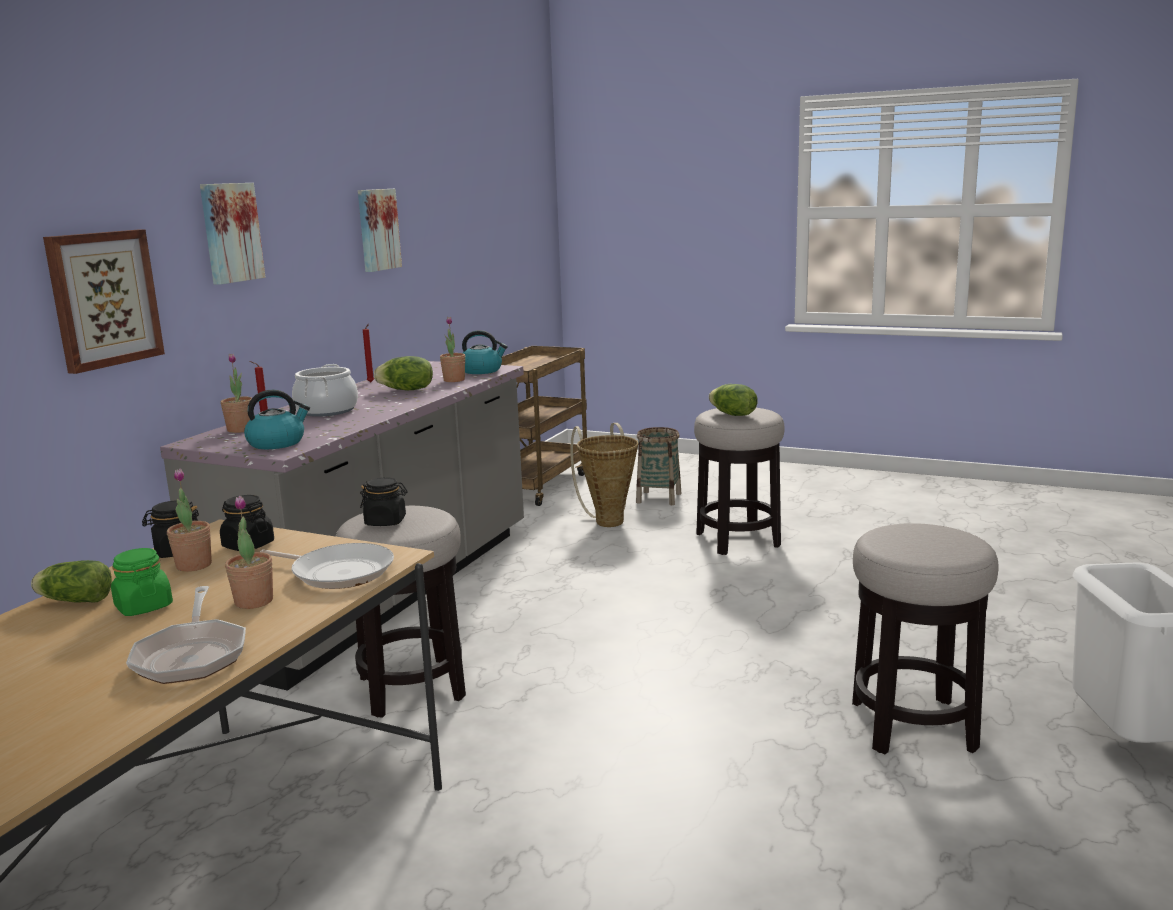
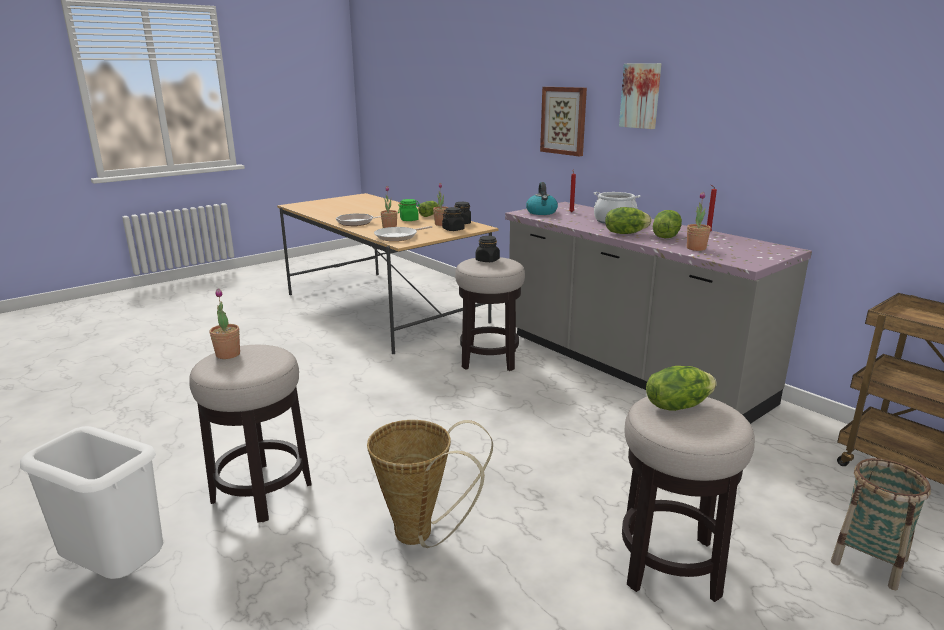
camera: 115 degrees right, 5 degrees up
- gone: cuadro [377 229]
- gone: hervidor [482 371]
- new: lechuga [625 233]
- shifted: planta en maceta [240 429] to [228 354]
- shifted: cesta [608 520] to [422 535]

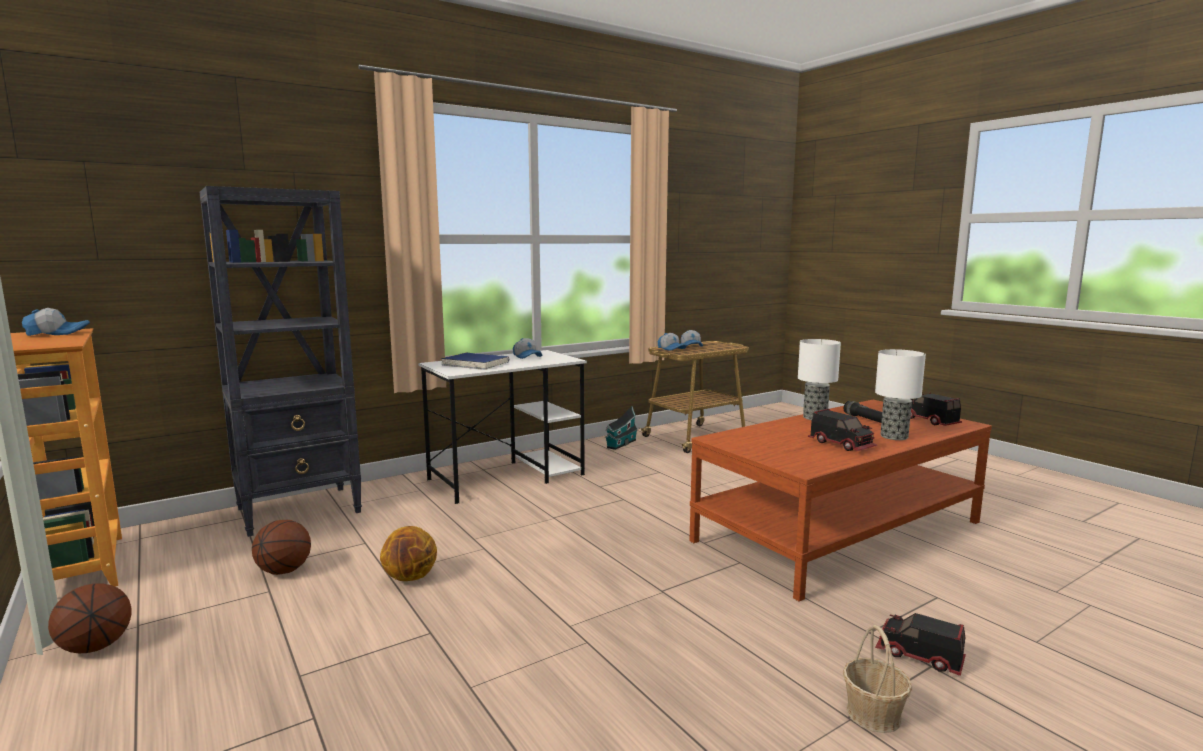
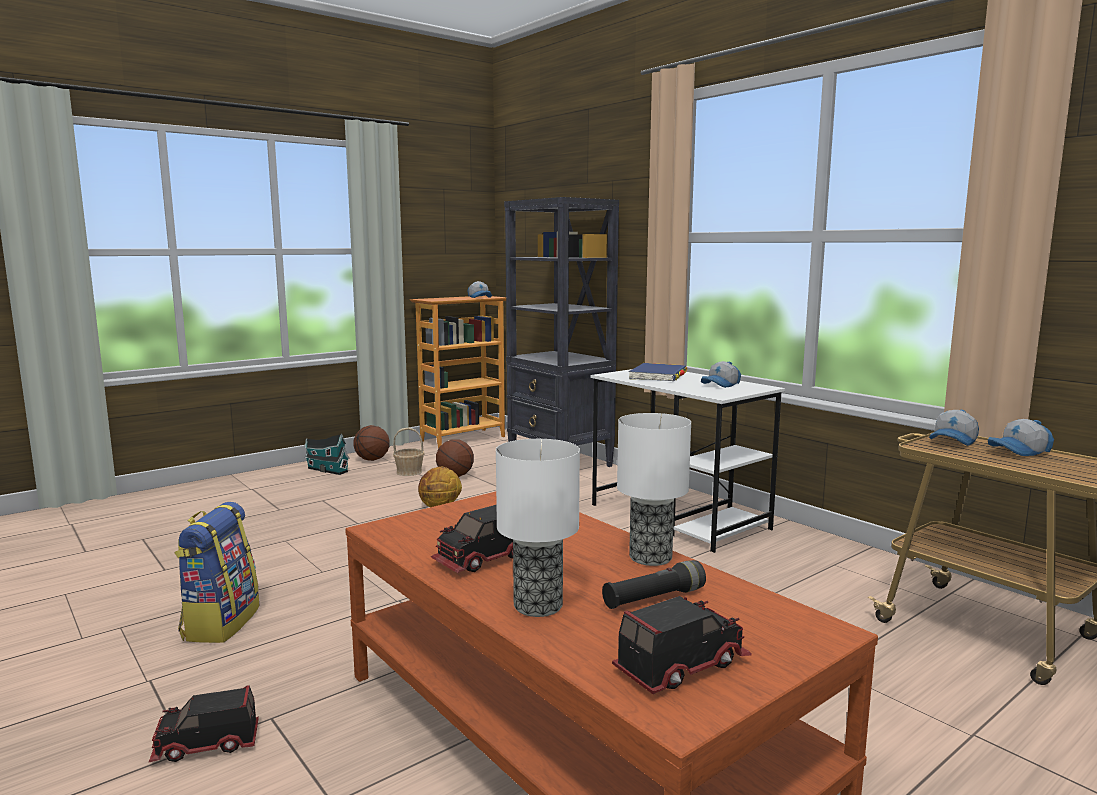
camera: 85 degrees right, 0 degrees up
- new: mochila [220 623]
- shifted: casita [620 444] to [326 470]
- shifted: cesta [873 714] to [409 472]
- rotated: camión de juguete [919 656] = [206 745] 135 degrees counterclockwise

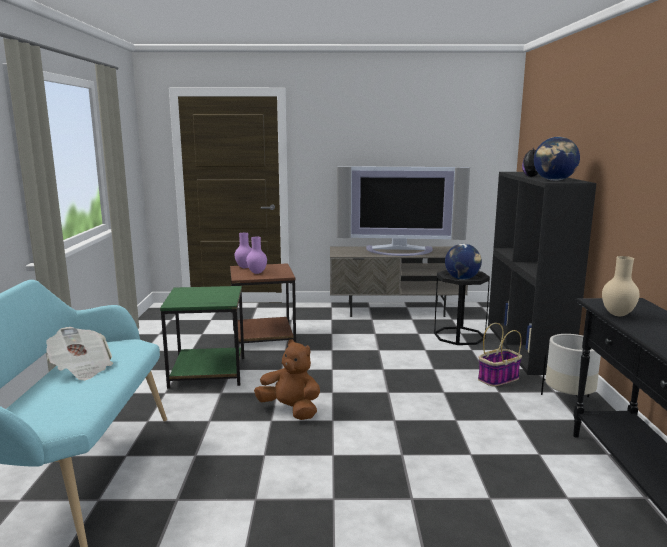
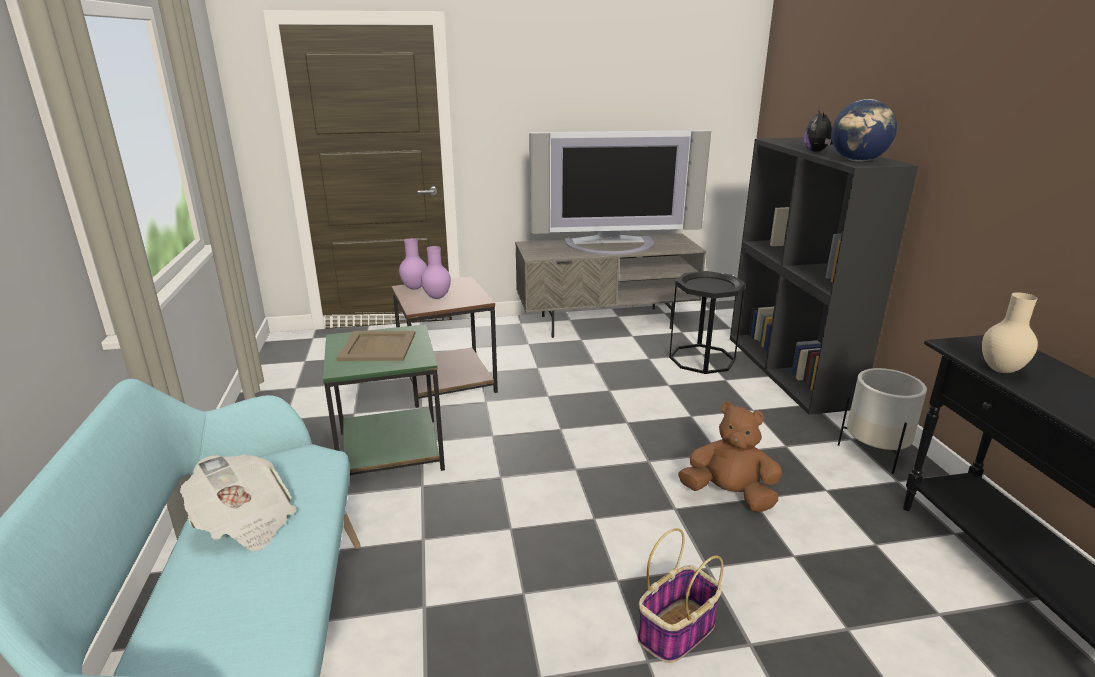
camera: 10 degrees left, 10 degrees up
- gone: globo terráqueo [462 279]
- new: bandeja (beis) [377 346]
- shifted: peluche (marrón) [290 410] to [729 495]
- shifted: cesta [498 379] to [676 632]

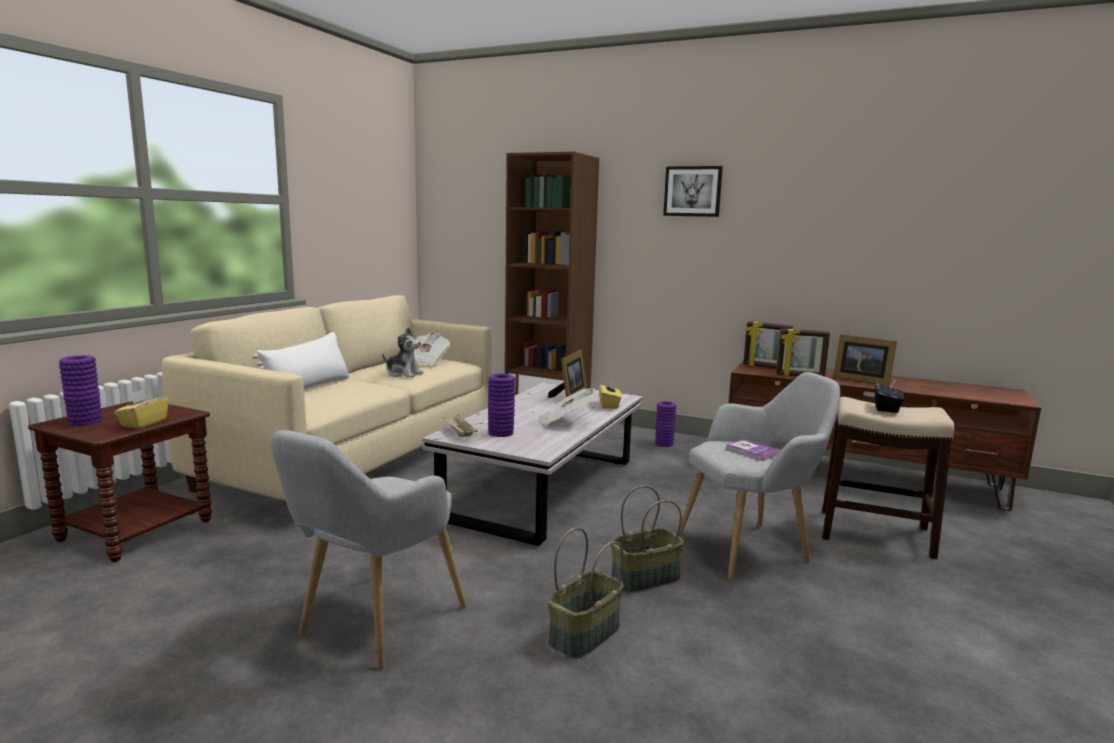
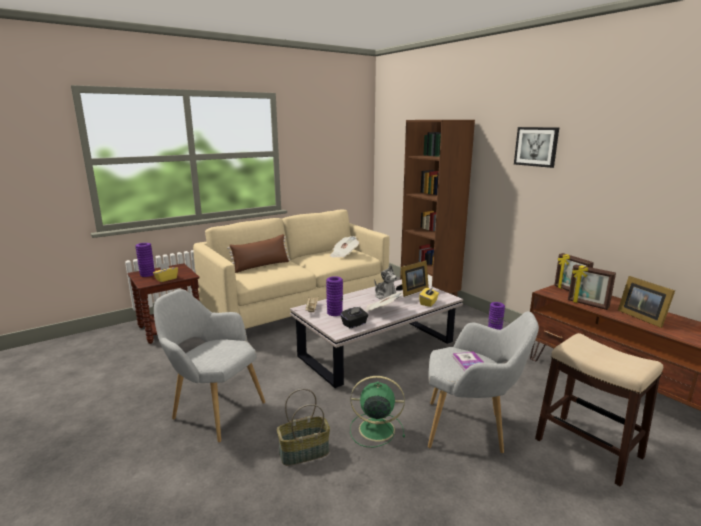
camera: 30 degrees right, 5 degrees up
- shifted: peluche [403 374] to [386 296]
- shifted: caja de pañuelos (negro) [887 408] to [354 324]
- swapped: cesta [645 579] to ventilador (verde) [375 429]
- repainted: cojín (blanco) [308 388] to cojín (marrón) [261 266]
- rotated: sillón (gris) [373 625] = [213 410] 60 degrees clockwise

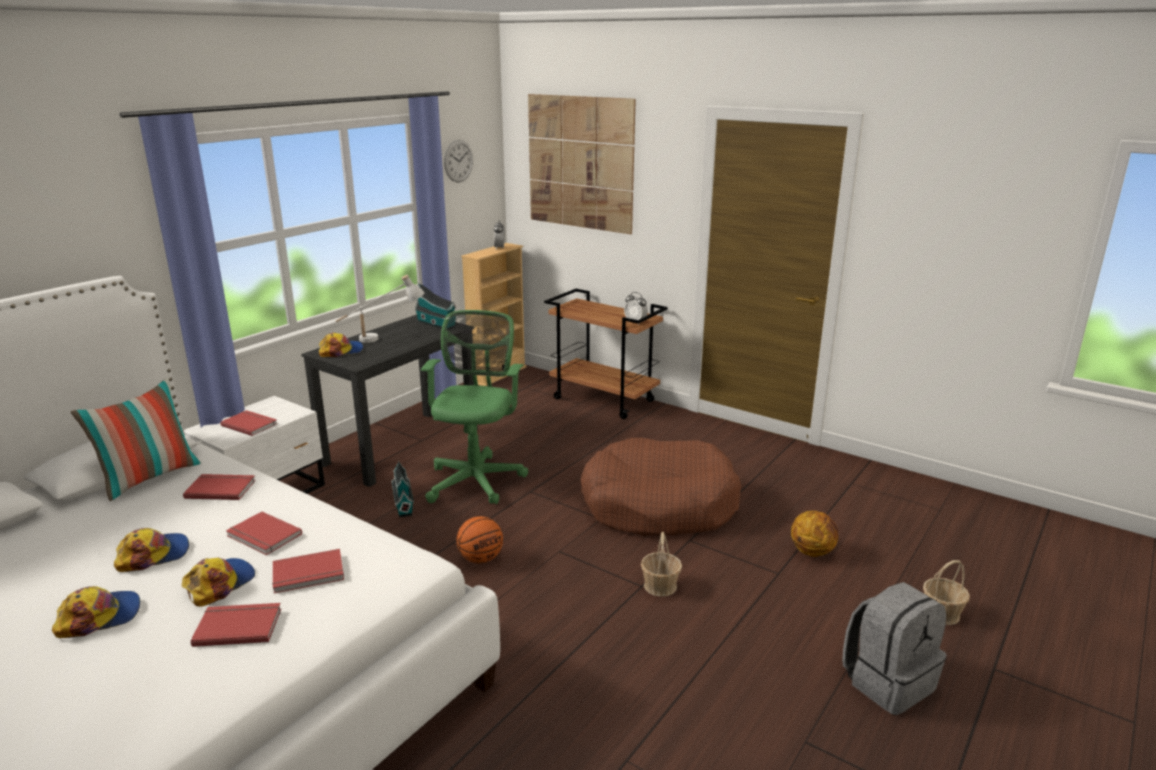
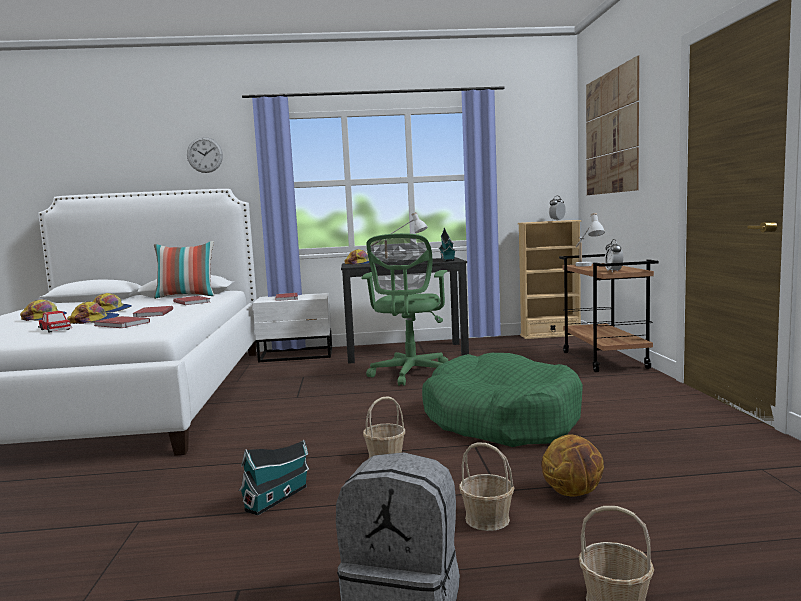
camera: 50 degrees right, 15 degrees down
- gone: balón de baloncesto [480 558]
- new: cesta [487 519]
- new: lámpara de mesa (blanco) [587 266]
- shifted: casita [403 502] to [278 497]
- shifted: reloj de pared [458 161] to [204 155]
- swapped: libro (rojo) [238 626] to coche de juguete [55 329]
- repainted: cama para perro (marrón) [658 505] to cama para perro (verde) [501 419]
- rotated: silla de oficina (verde) [476 479] = [410 374] 135 degrees clockwise

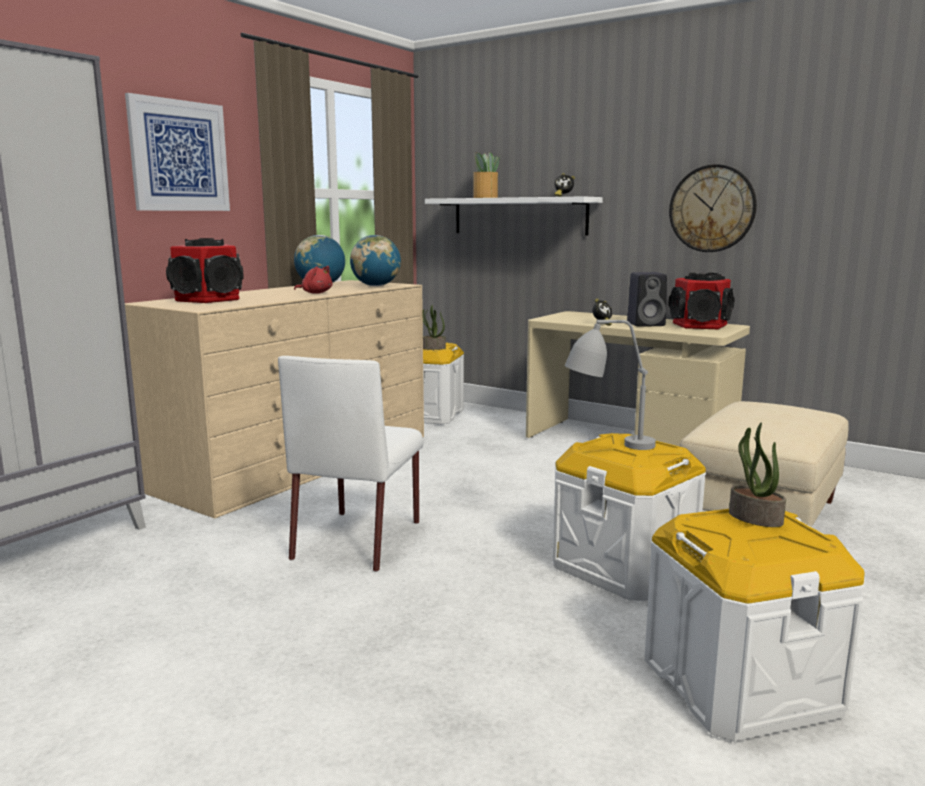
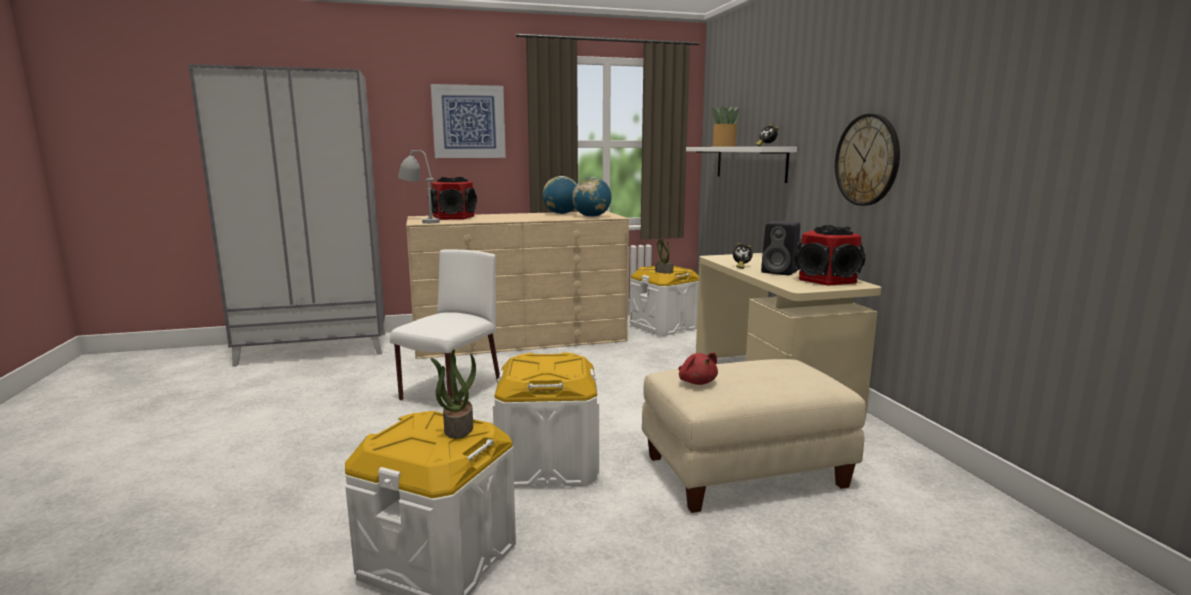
camera: 40 degrees right, 0 degrees up
- shifted: peluche (rojo) [315 293] to [696 382]
- shifted: lámpara de mesa (gris) [605 445] to [419 221]
- rotated: silla (blanco) [358 539] = [450 391] 150 degrees clockwise

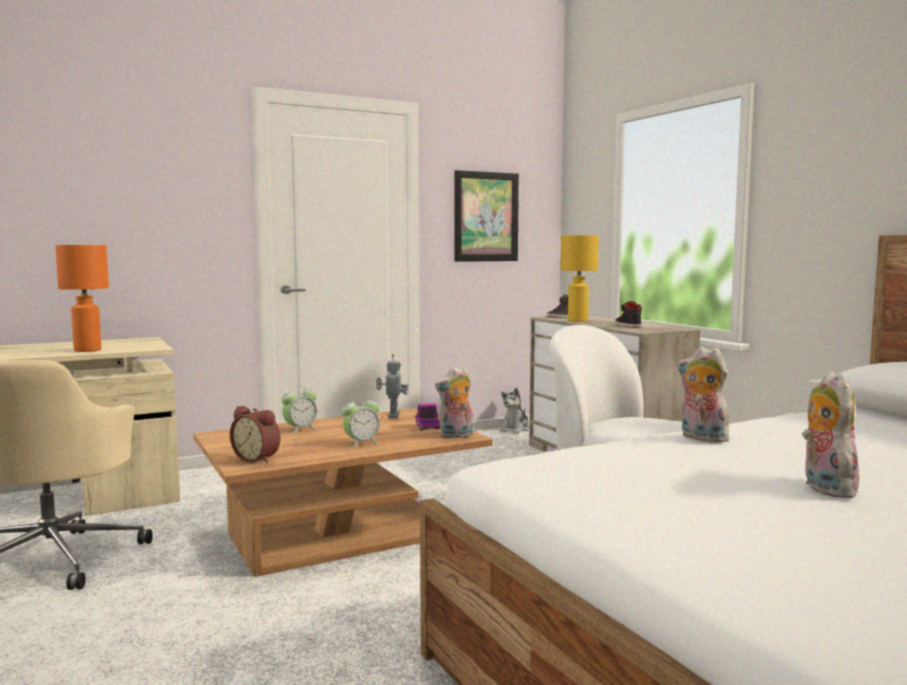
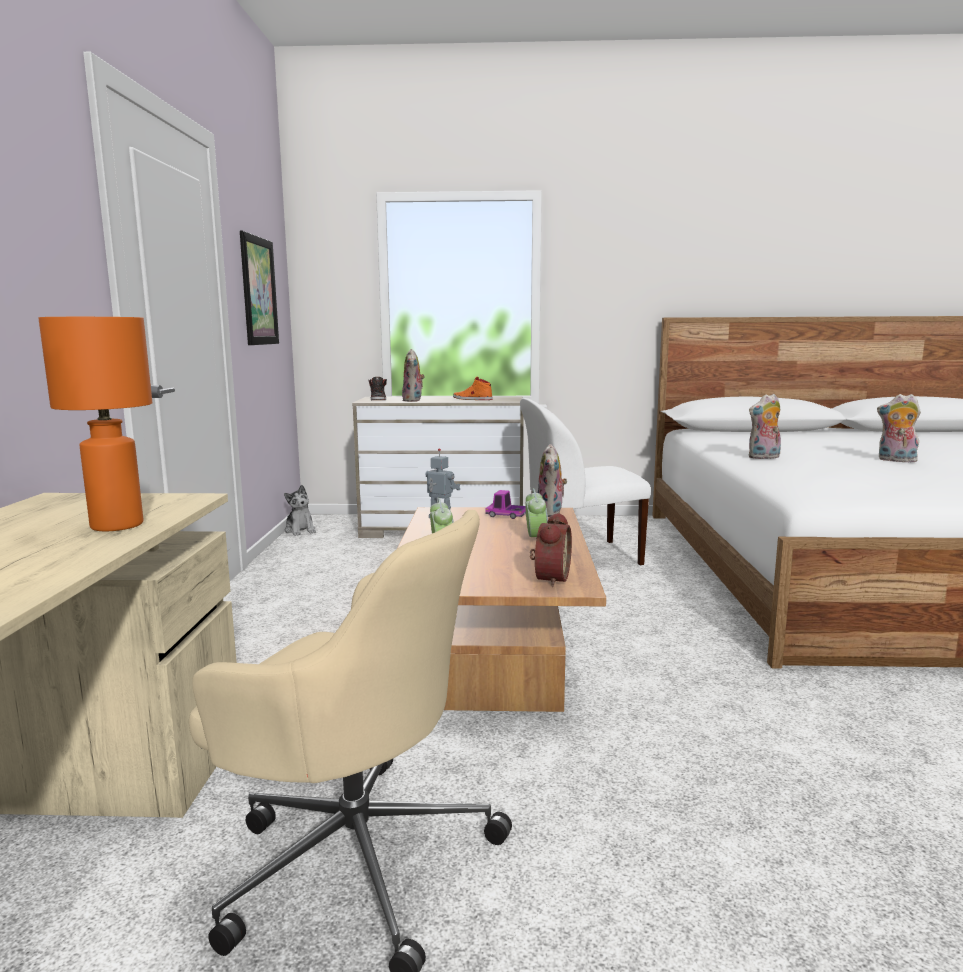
camera: 60 degrees left, 5 degrees up
- swapped: lámpara de mesa (amarillo) [577 320] to peluche [413 400]
- repainted: zapato (negro) [627 325] to zapato (naranja) [472 399]
- rotated: despertador [258 458] = [549 578] 45 degrees counterclockwise

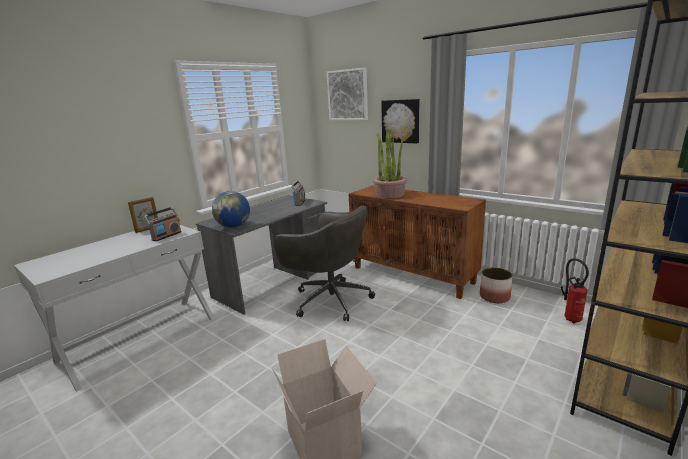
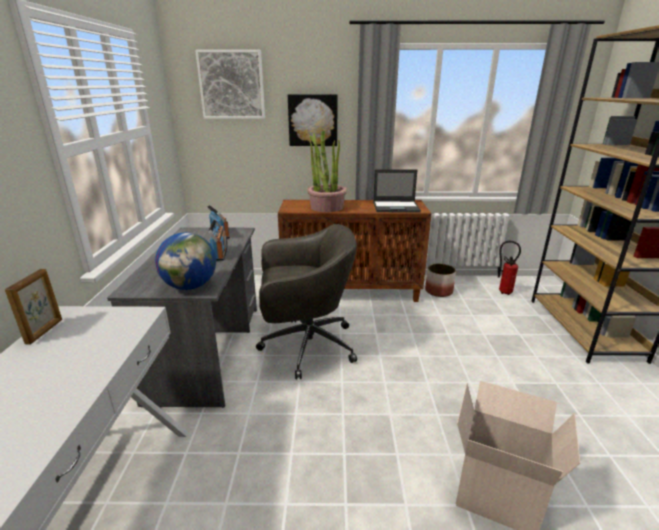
camera: 40 degrees left, 5 degrees up
- new: portátil [396 207]
- shifted: radio [166 236] to [220 254]

